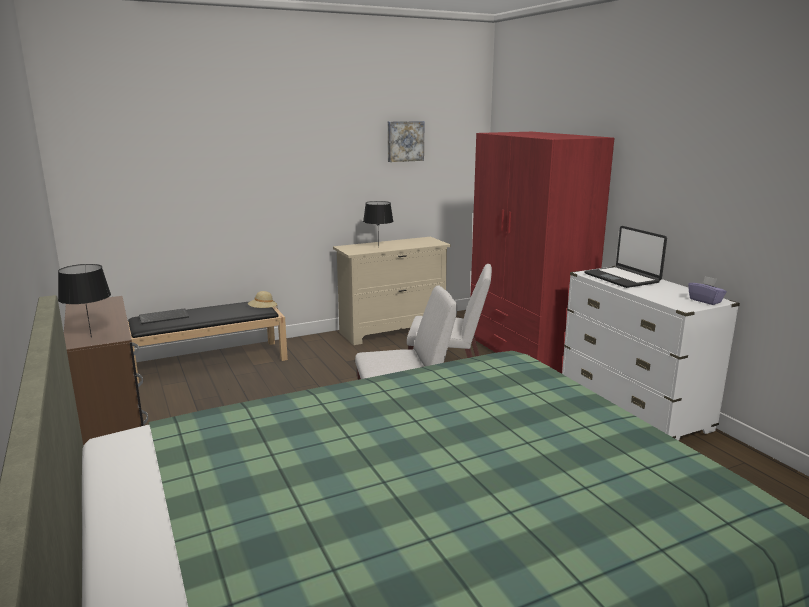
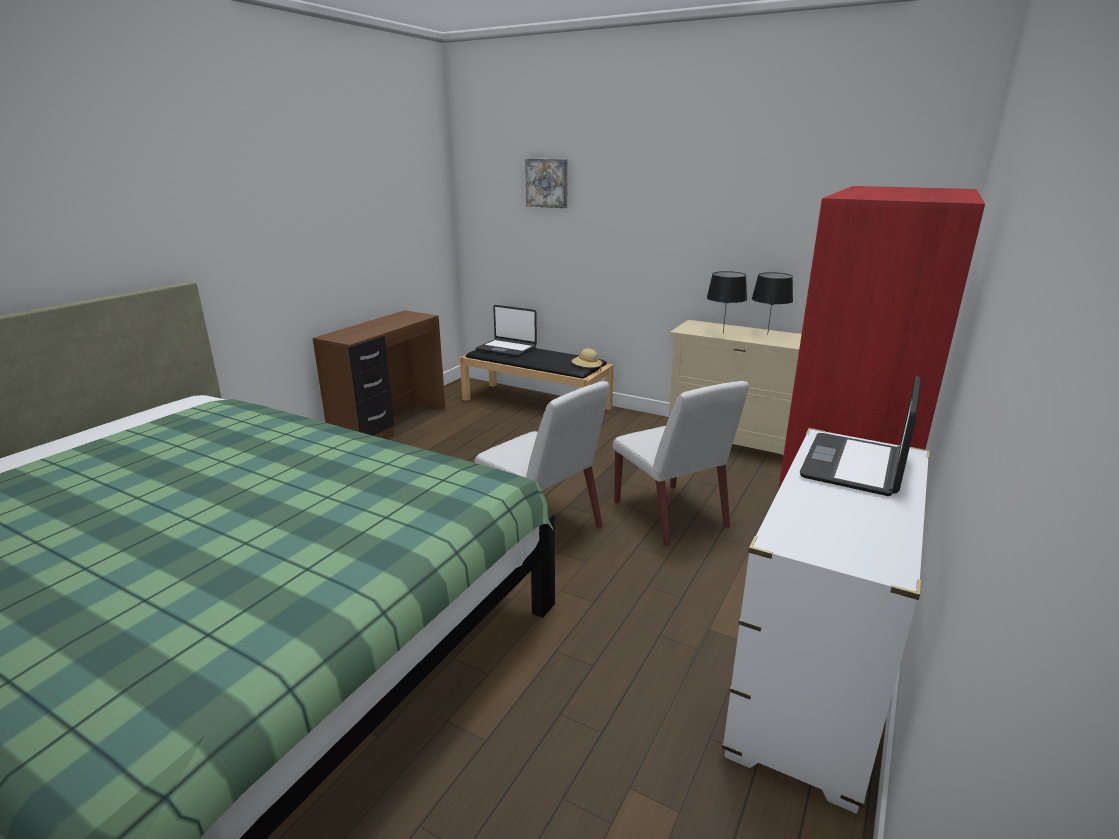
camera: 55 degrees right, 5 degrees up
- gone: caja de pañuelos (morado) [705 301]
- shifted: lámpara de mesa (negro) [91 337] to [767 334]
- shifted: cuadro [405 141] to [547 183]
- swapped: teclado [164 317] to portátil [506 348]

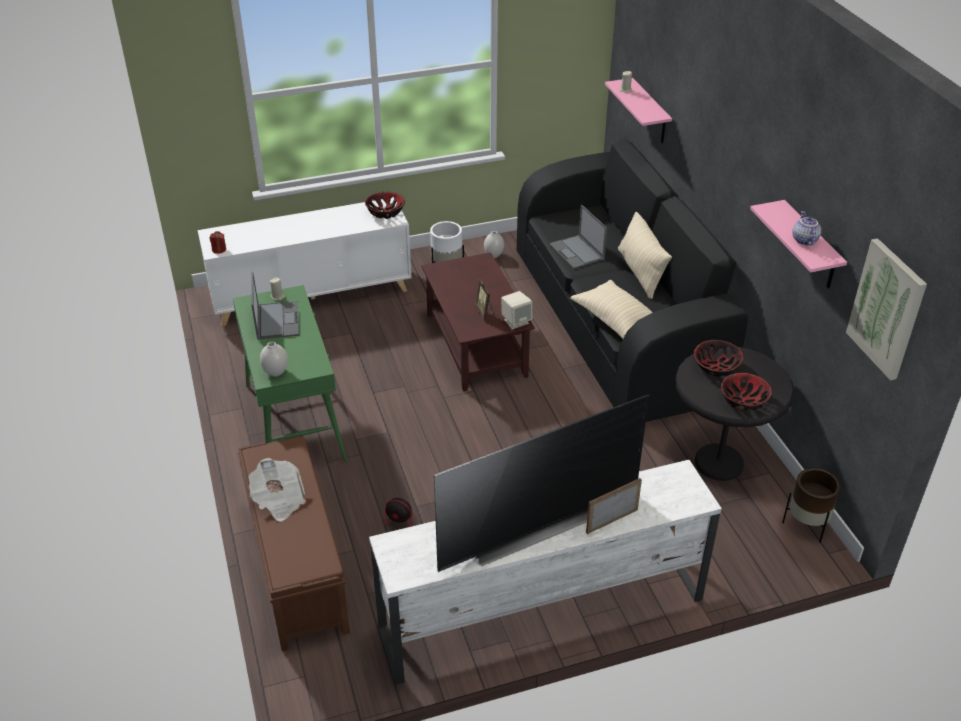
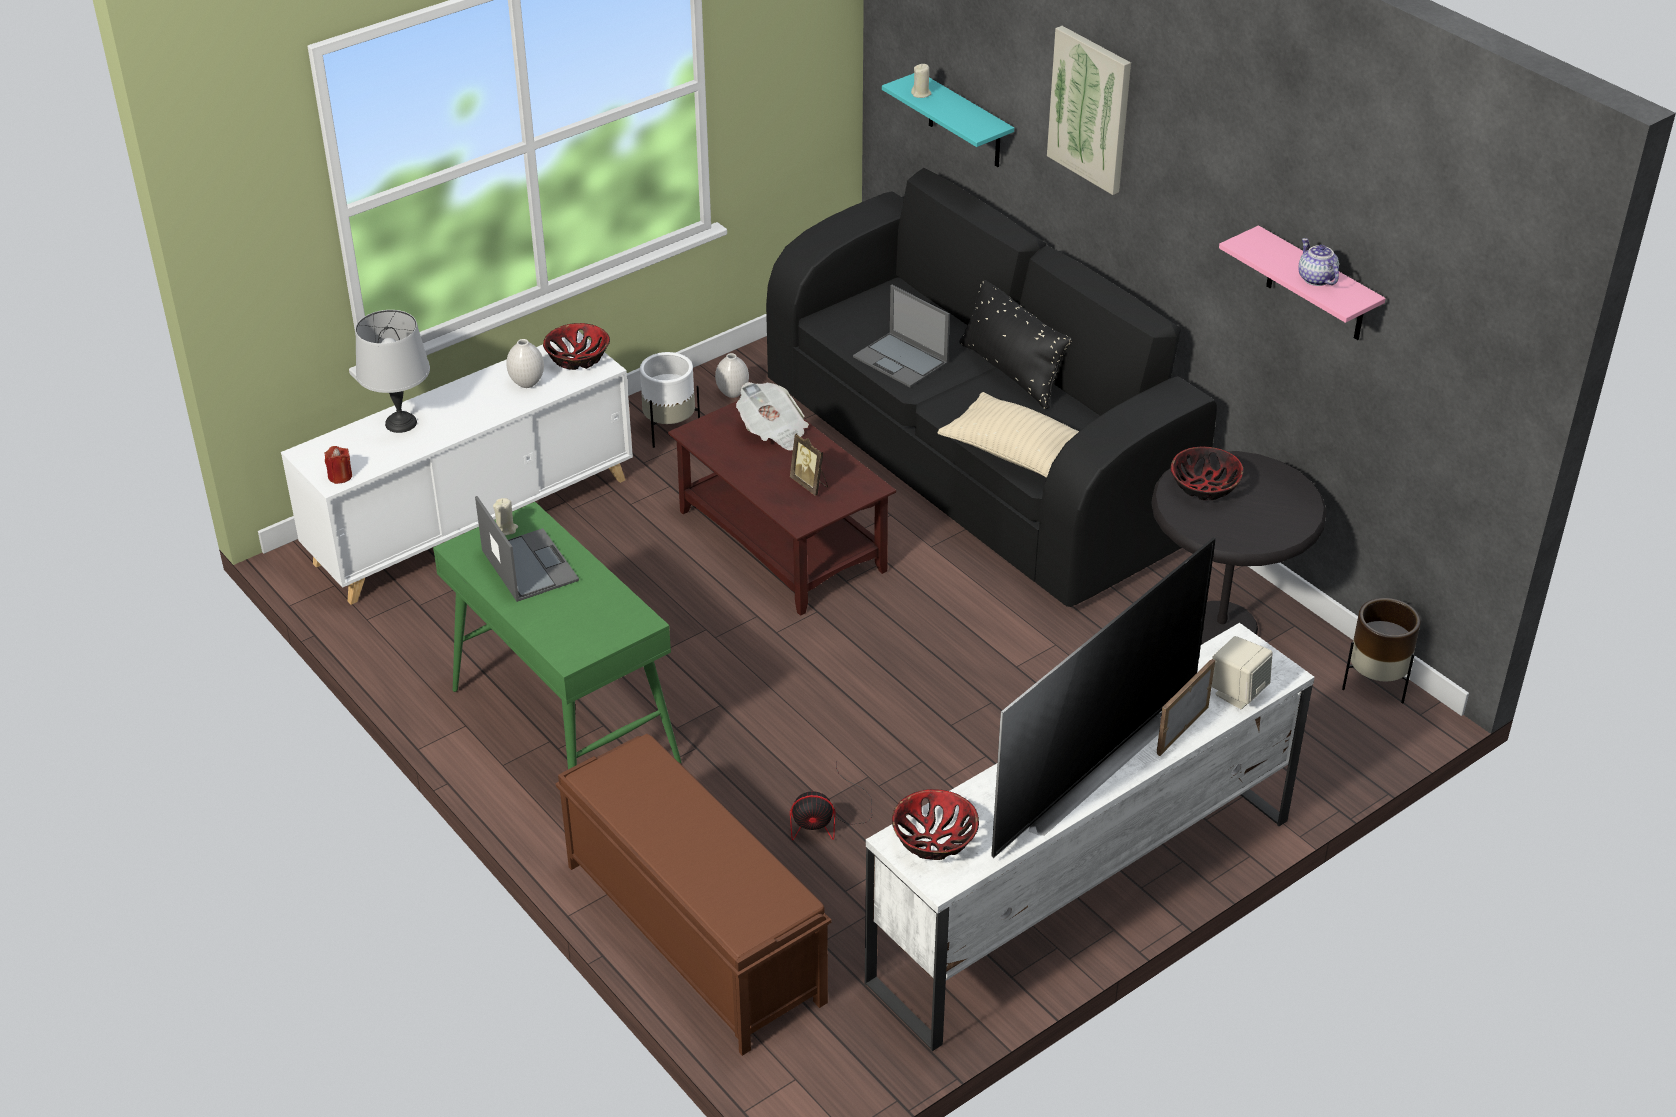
camera: 20 degrees left, 0 degrees up
- new: lámpara de mesa (gris) [401 422]
- shifted: periódico [278 500] to [773 431]
- shifted: florero (blanco) [276 373] to [527 383]
- shifted: altavoz (beis) [516 321] to [1237 692]
- shifted: cuenco [743 400] to [934 839]
- shifted: cuadro [887 309] to [1090 109]
- repainted: estante (rosa) [650 112] to estante (turquesa) [964 122]
- repainted: cojín (beis) [640 272] to cojín (negro) [1011 372]

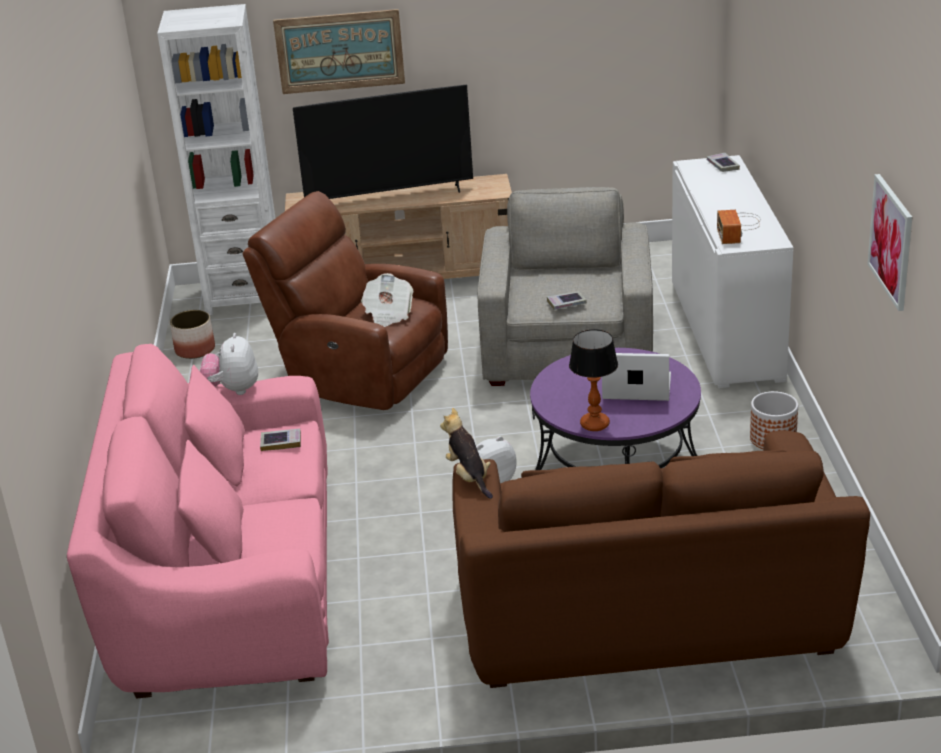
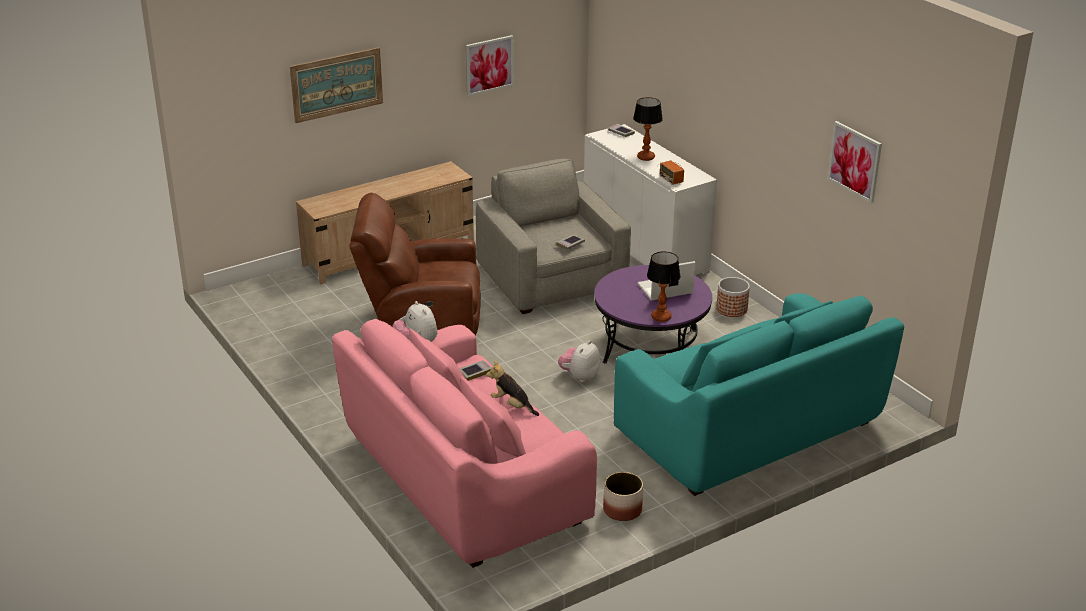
camera: 30 degrees left, 0 degrees up
- gone: estantería (blanco) [245 296]
- gone: televisor [390 198]
- gone: periódico [388 314]
- new: cuadro [489 65]
- new: lámpara de mesa [645 157]
- shifted: maceta [194 350] to [622 510]
- shifted: peluche [469 477] to [512 405]
- repainted: sofá (marrón) [647 616] to sofá (turquesa) [749 430]

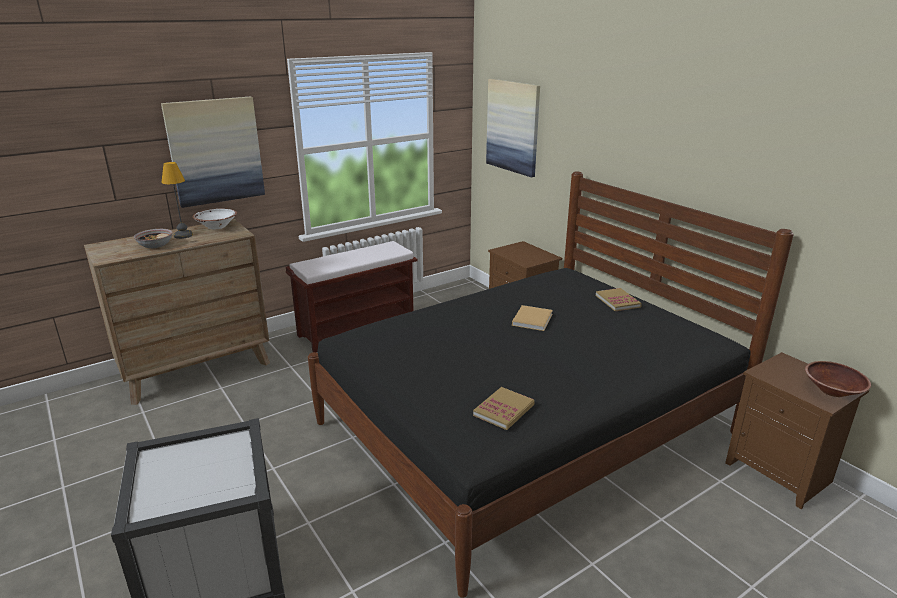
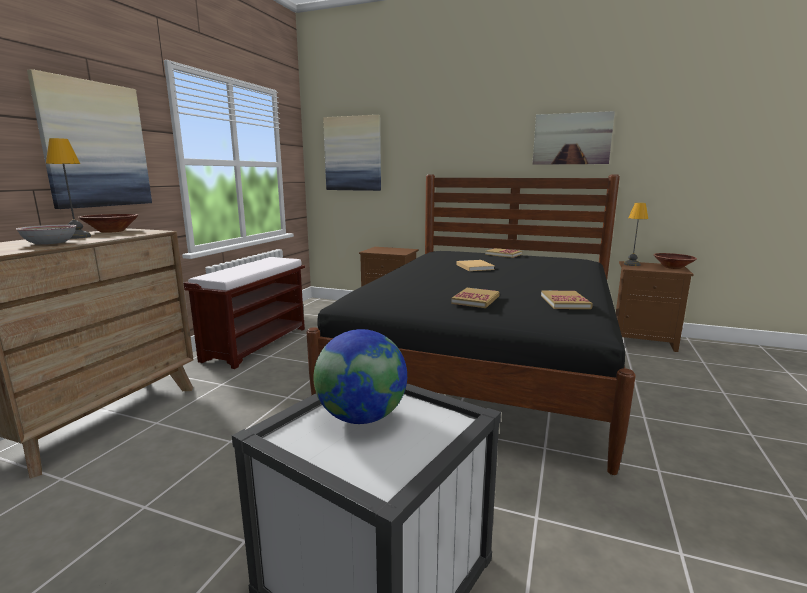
camera: 35 degrees left, 10 degrees down
- new: globo terráqueo [362 417]
- new: libro [475 300]
- new: cuadro [571 139]
- new: lámpara de mesa [632 264]
- repainted: cuenco (blanco) [216 226] to cuenco (marrón) [111 231]

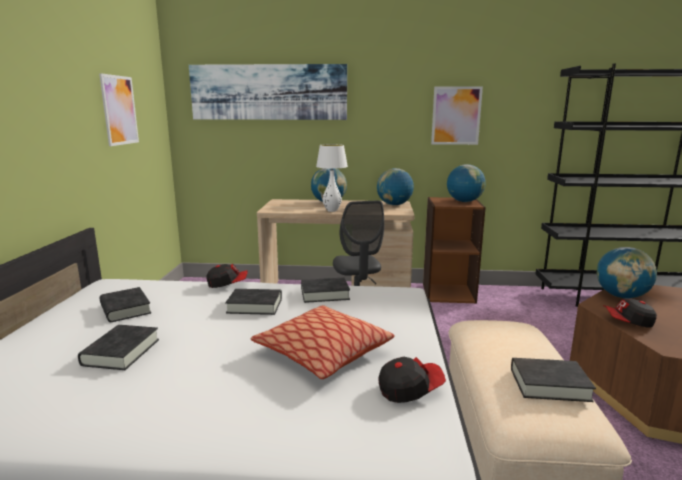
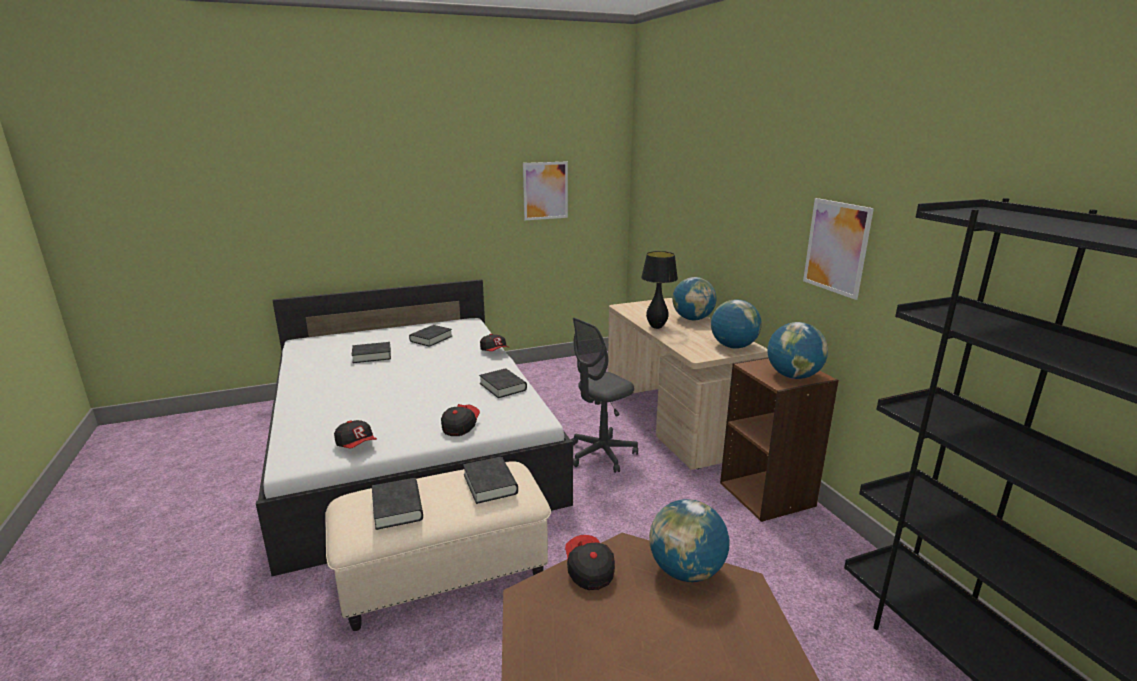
camera: 65 degrees right, 5 degrees up
- gone: cuadro [268 92]
- gone: cojín [322 353]
- new: gorra [460 426]
- shifted: libro (negro) [255 306] to [490 484]
- repainted: lámpara de mesa (blanco) [332 211] to lámpara de mesa (negro) [656 327]

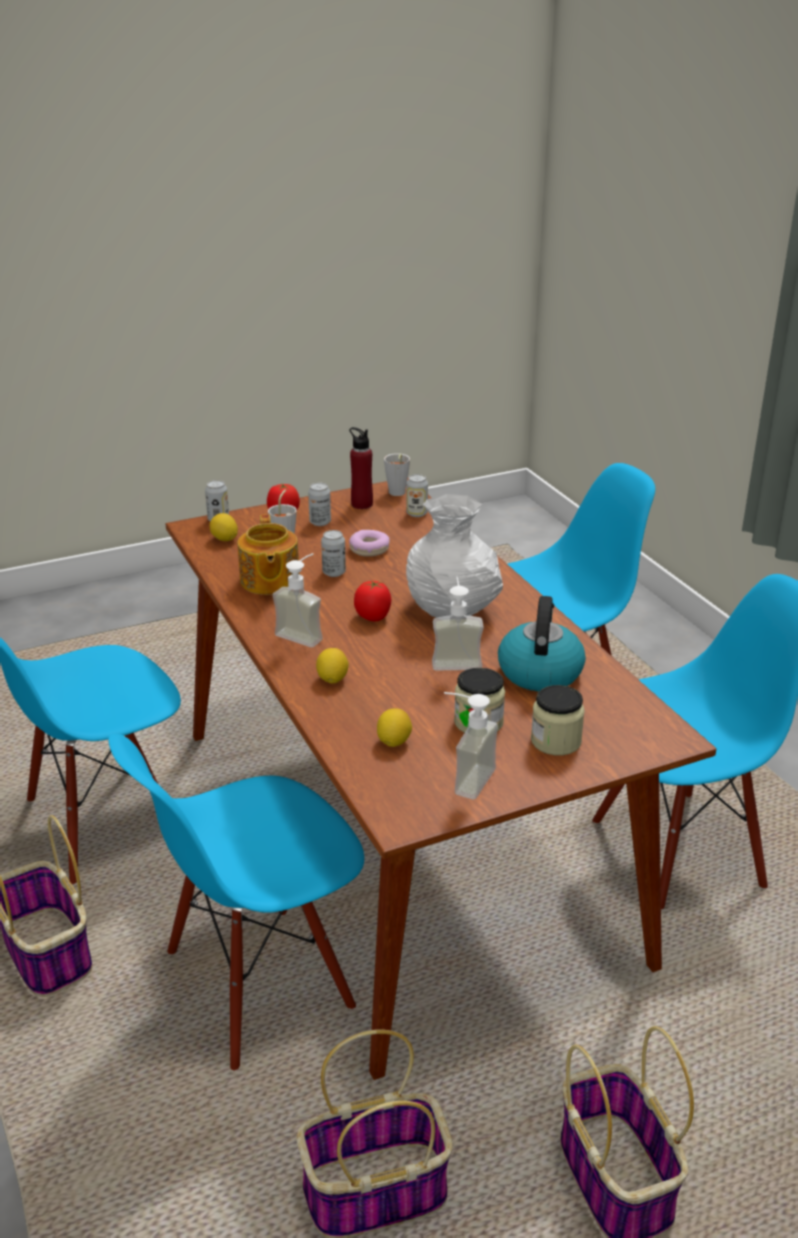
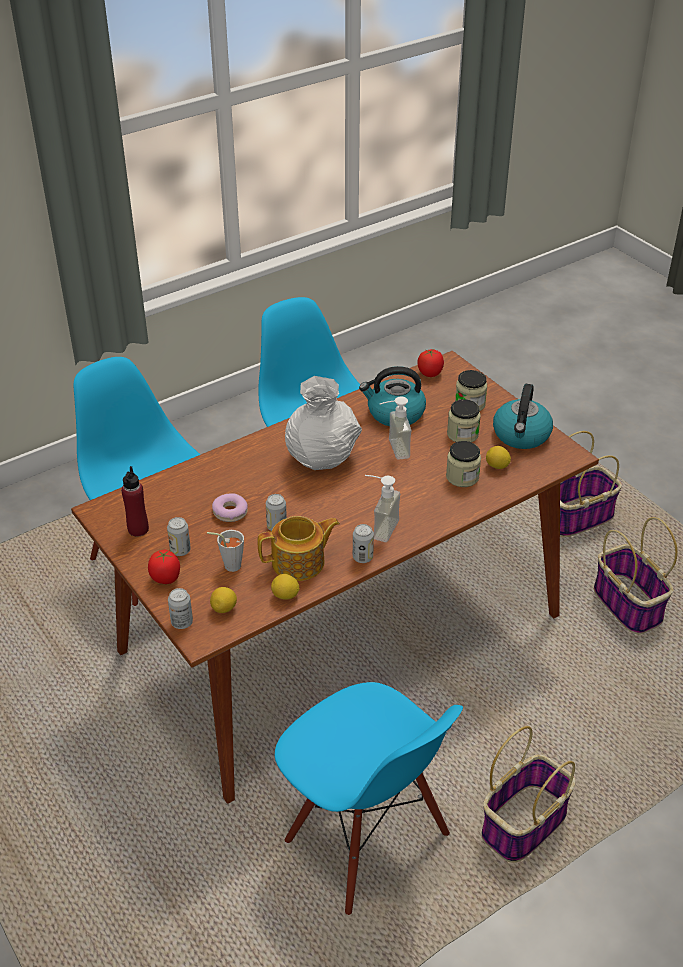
camera: 100 degrees left, 10 degrees up
- gone: silla (azul) [258 984]
- gone: taza (gris) [396 494]
- new: tarro [462 477]
- shifted: limón [332 679] to [285 596]
- shifted: tomate [373 617] to [430 373]
- shifted: lata [417 513] to [362 557]
- swapped: dispensador de jabón [464 778] to hervidor [521 435]

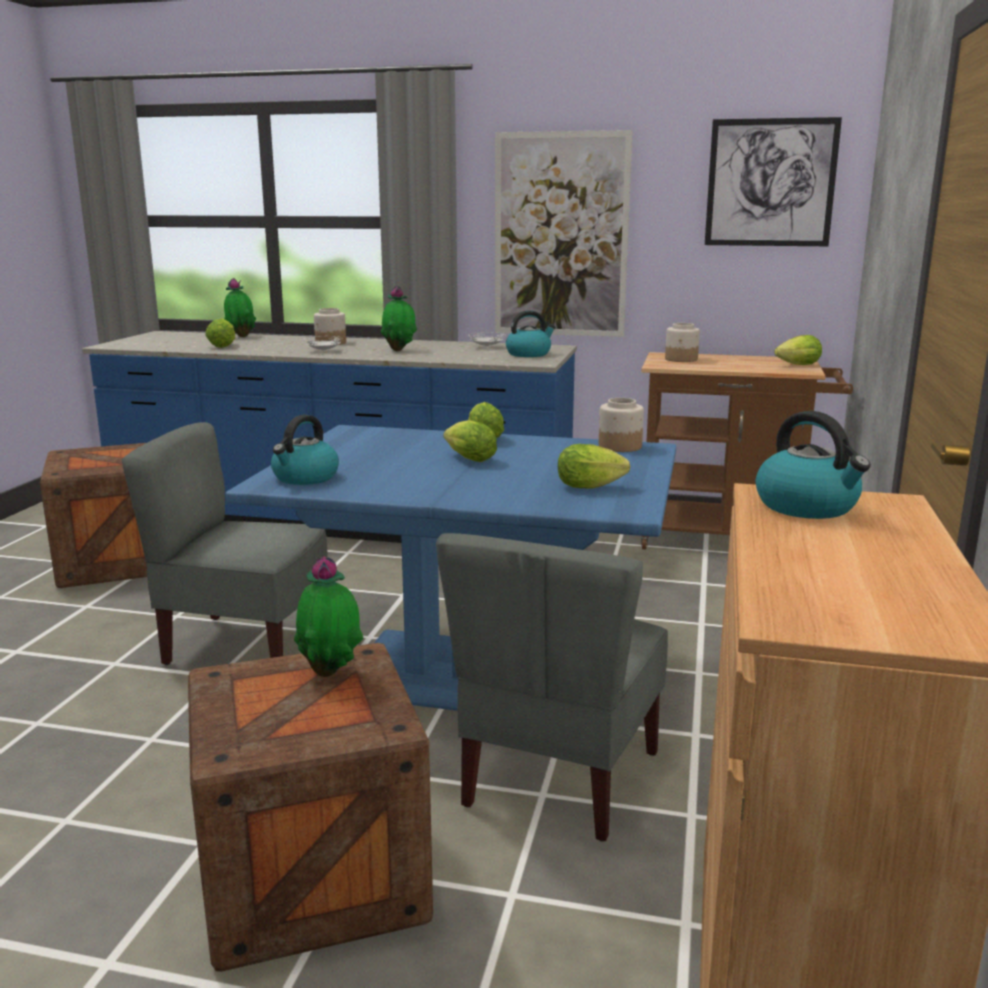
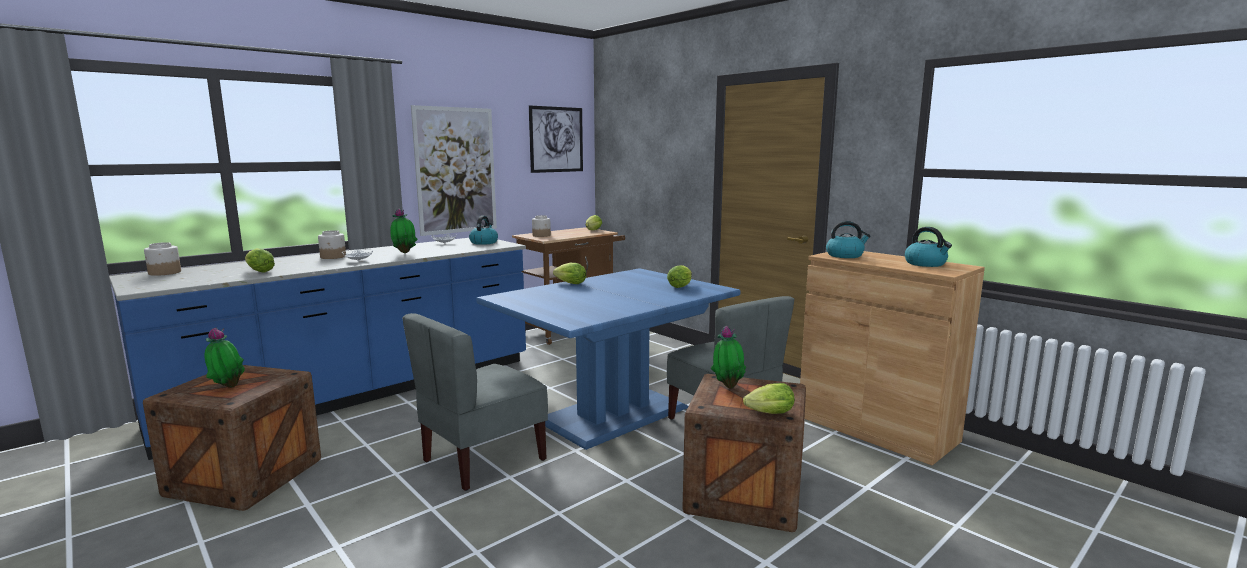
camera: 55 degrees left, 5 degrees down
- shifted: planta en maceta [241 336] to [227 387]
- shifted: hervidor [305 478] to [926 264]
- shifted: lechuga [467 459] to [767 414]
- shifted: tarro [619 446] to [164 273]

